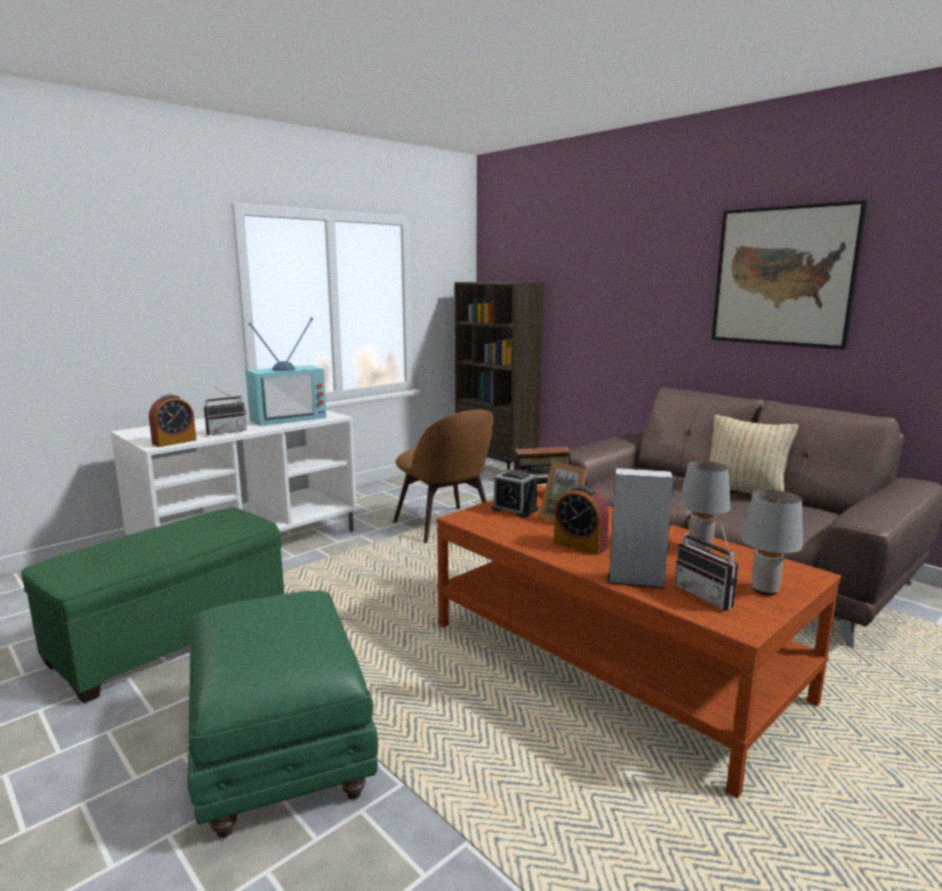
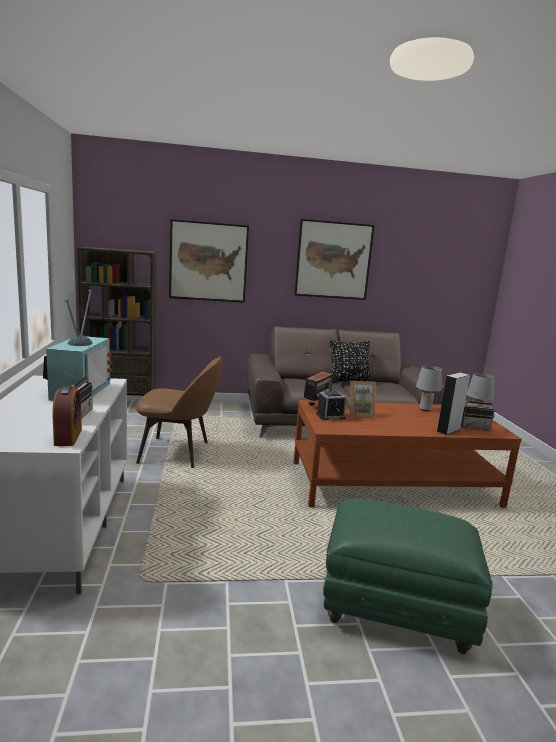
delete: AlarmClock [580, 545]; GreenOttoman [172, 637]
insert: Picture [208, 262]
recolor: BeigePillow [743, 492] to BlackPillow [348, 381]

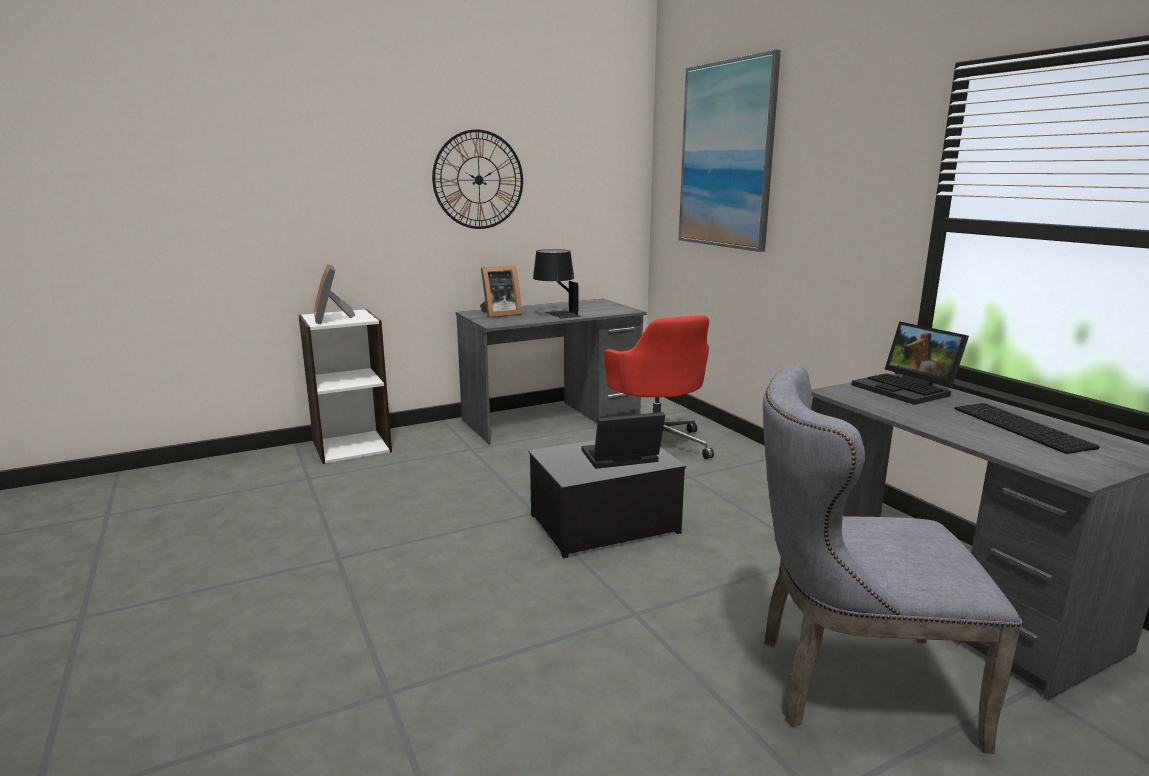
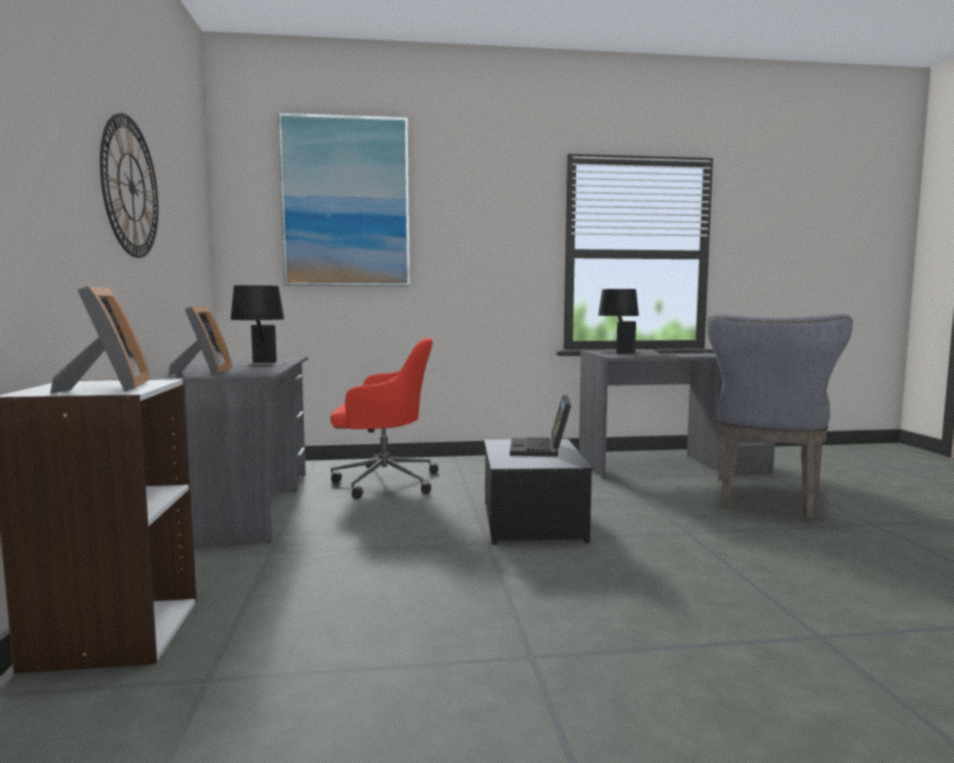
replace: Laptop [907, 389] to BlackTableLamp [618, 352]
rotate: PictureFrame [332, 319] = [108, 388] 105 degrees counterclockwise

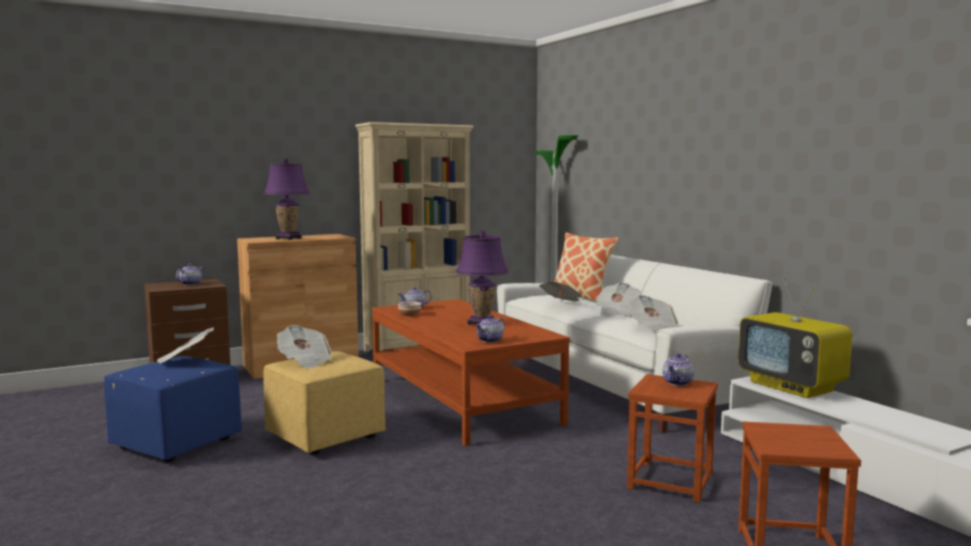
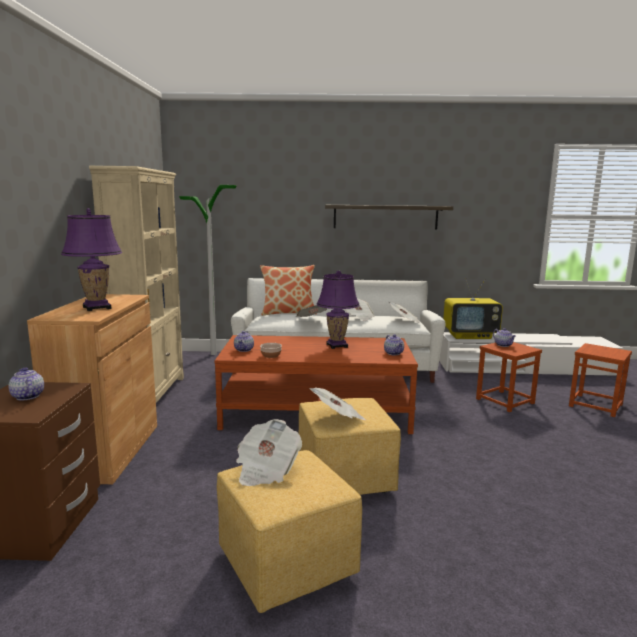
insert: Shelf [385, 217]
recolor: BlueOttoman [176, 443] to YellowOttoman [285, 564]

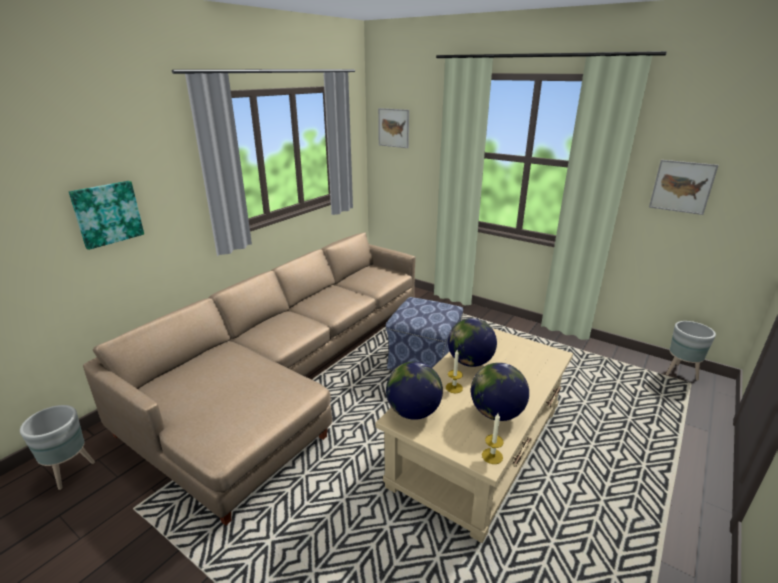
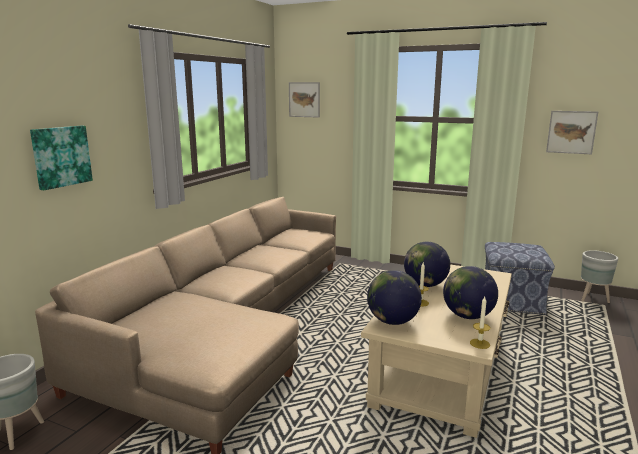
move: Ottoman [423, 362] to [512, 301]

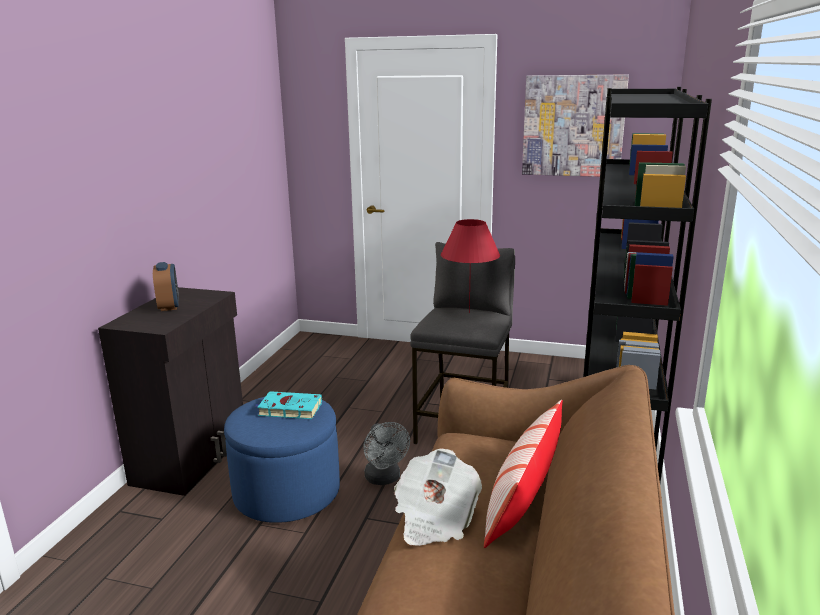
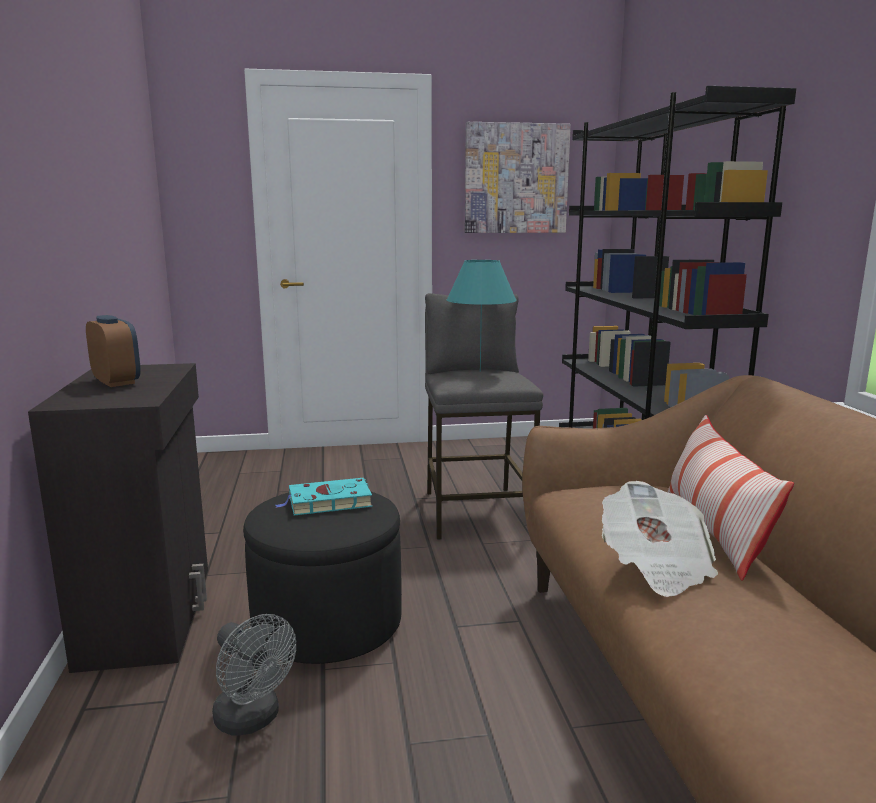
move: GreyFan [384, 479] to [253, 720]
recolor: RedTableLamp [469, 312] to TurquoiseTableLamp [480, 371]; BlueOttoman [287, 492] to BlackOttoman [327, 623]

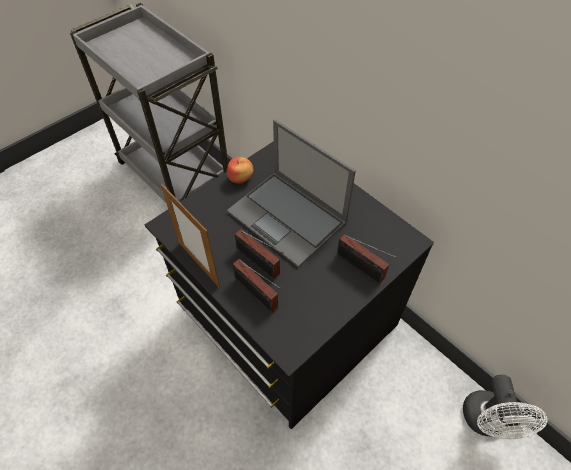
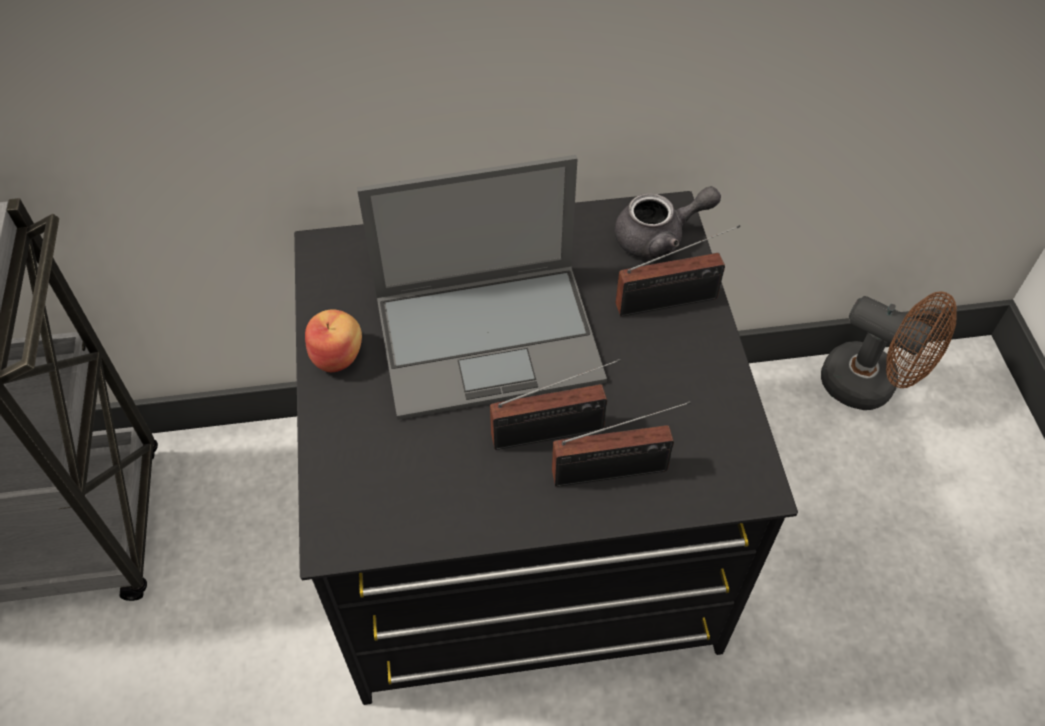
delete: PictureFrame [198, 264]
insert: GreyTeapot [659, 237]
recolor: WhiteFan [486, 422] to BrownFan [870, 386]

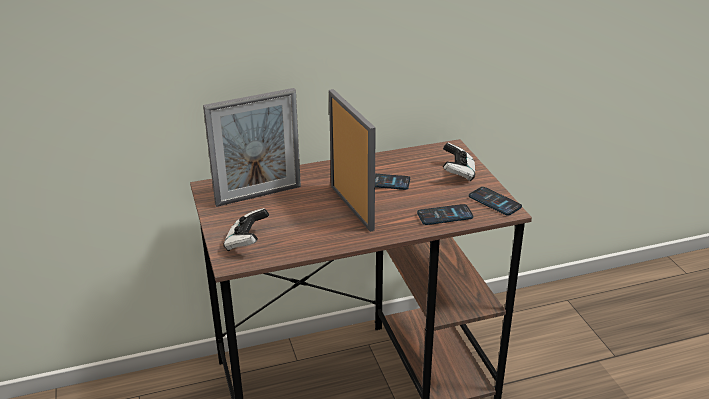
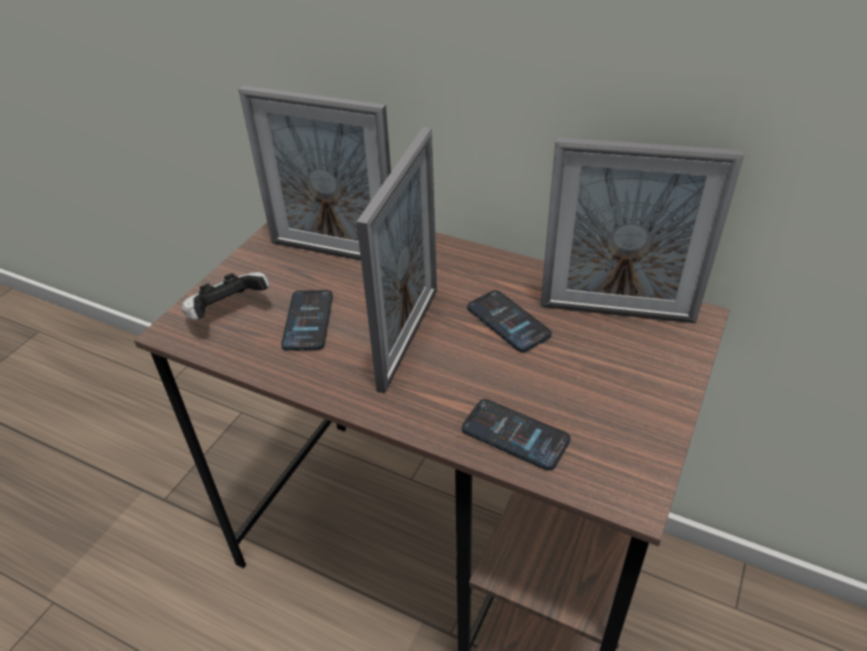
delete: GameController [458, 173]
insert: PictureFrame [616, 312]
move: Phone [494, 202] to [308, 321]

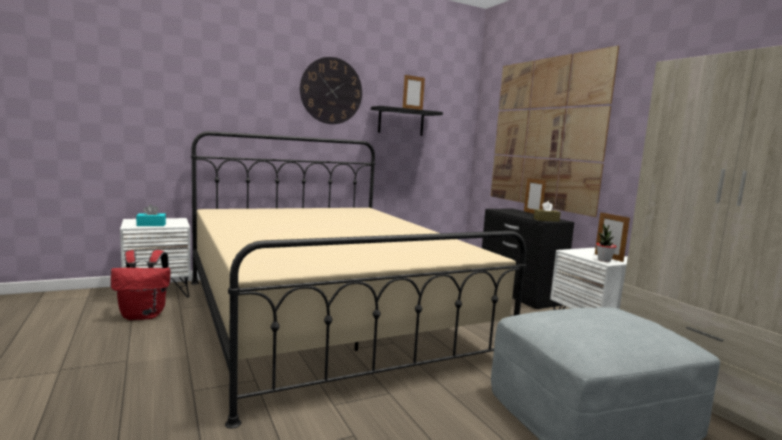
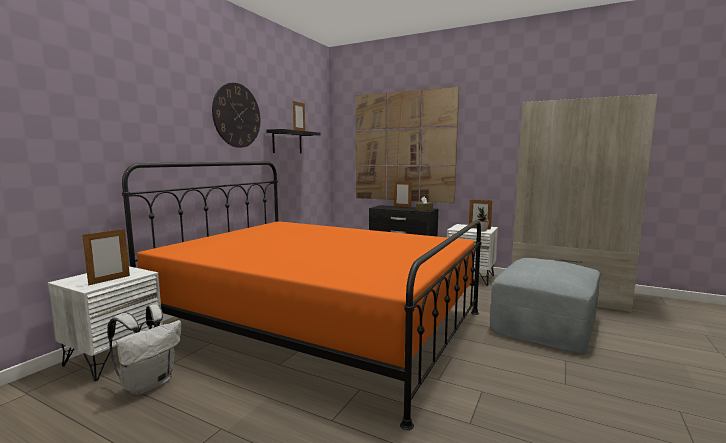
replace: TurquoiseTissueBox [151, 225] to PictureFrame [109, 280]
recolor: BeigeBed [325, 317] to OrangeBed [318, 323]; RedBackpack [144, 315] to WhiteBackpack [148, 384]

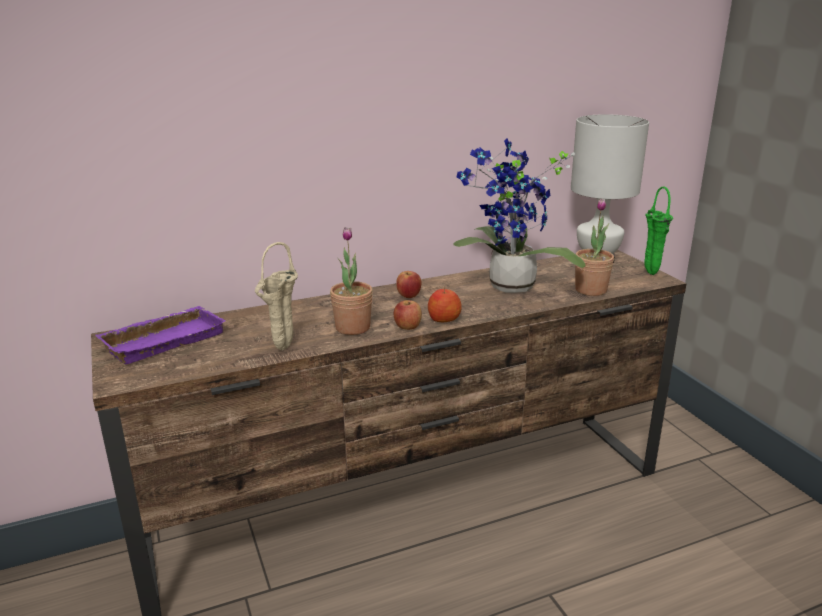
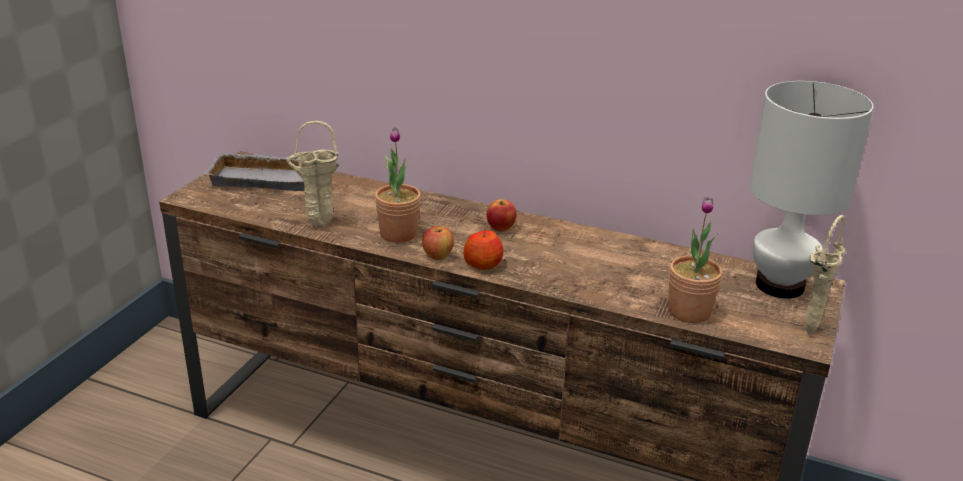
delete: PottedPlant [509, 288]
recolor: GreenVase [649, 272] to BeigeVase [811, 329]; PurpleTray [164, 340] to GreyTray [267, 178]

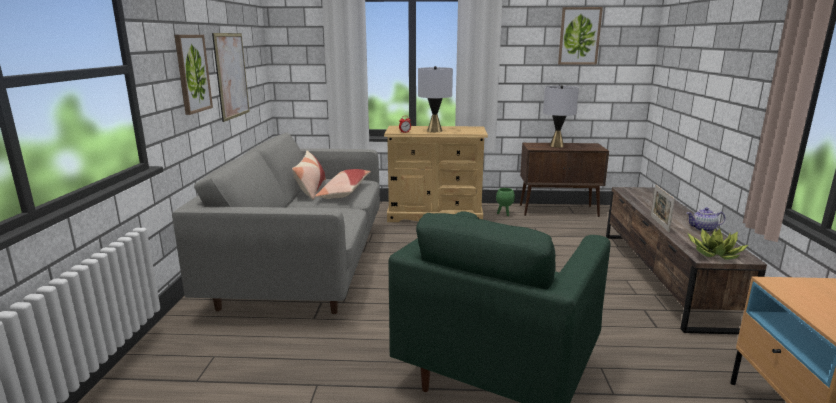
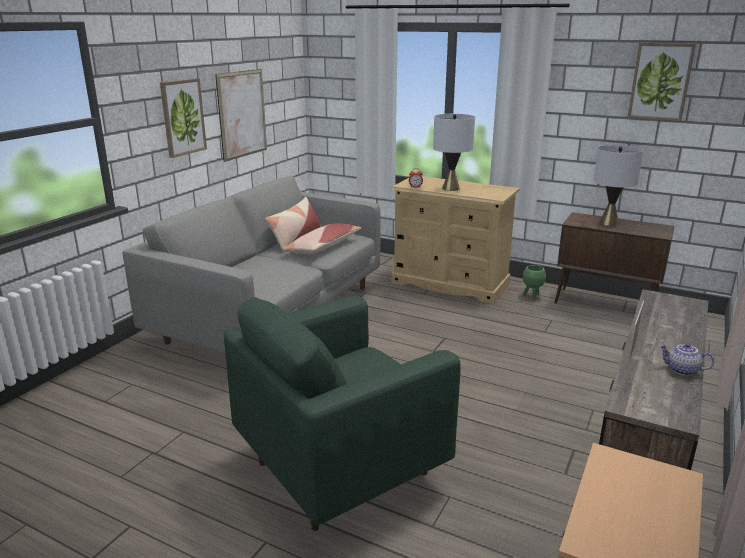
delete: PottedPlant [714, 254]

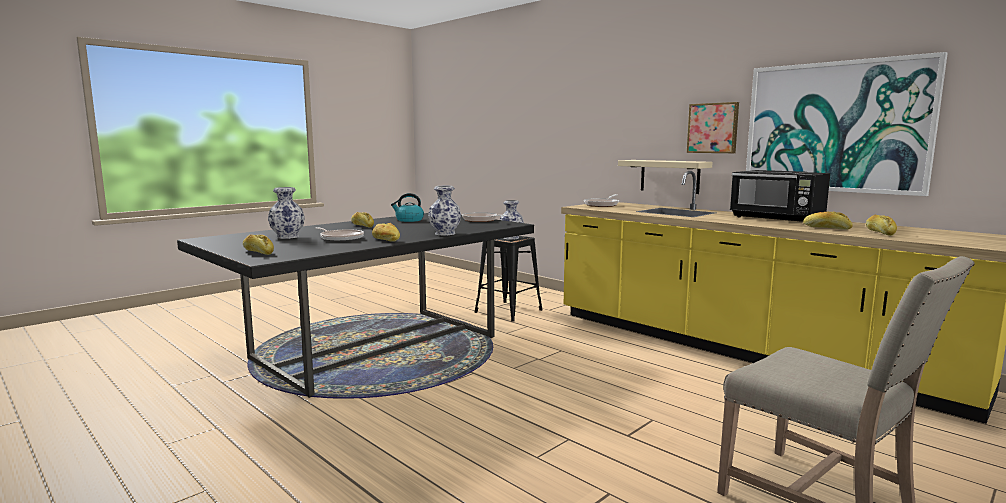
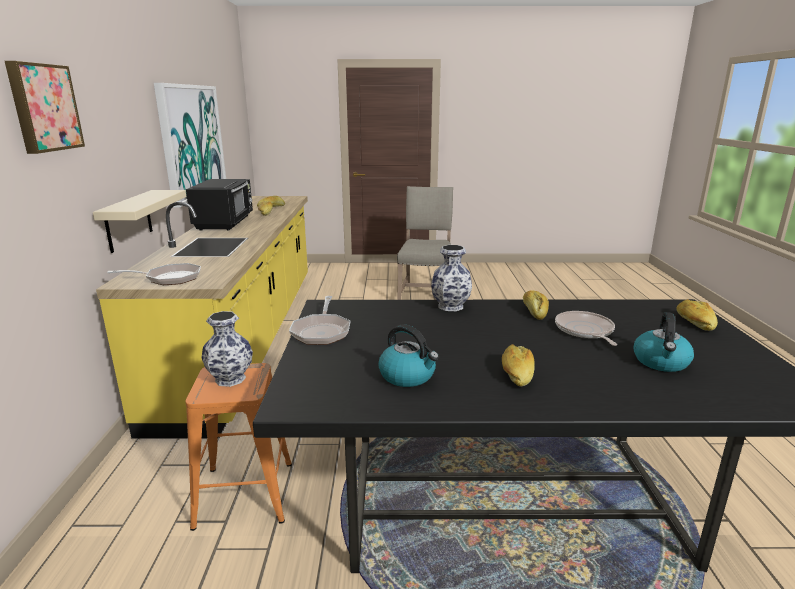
move: Picture [713, 128] to [43, 107]
replace: Vase [287, 237] to Kettle [661, 362]
recolor: BlackStool [509, 311] to OrangeStool [243, 494]

